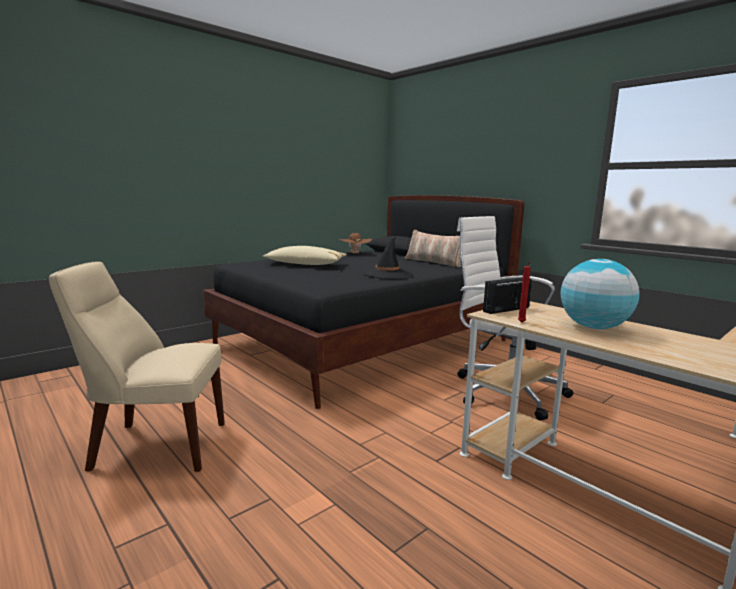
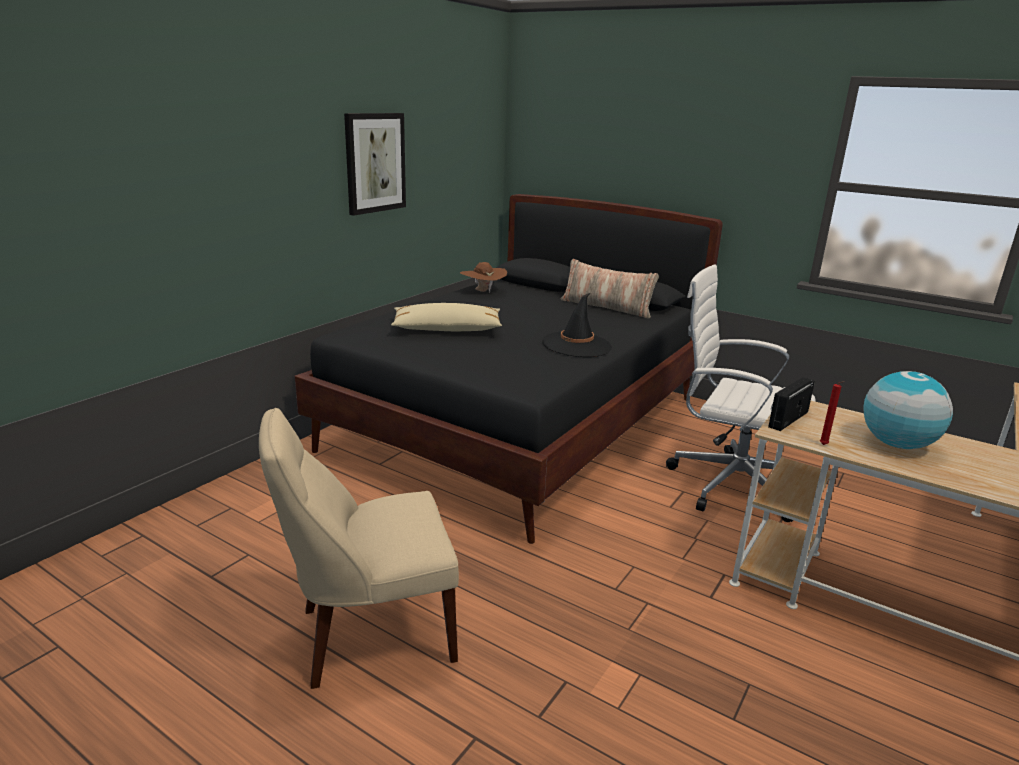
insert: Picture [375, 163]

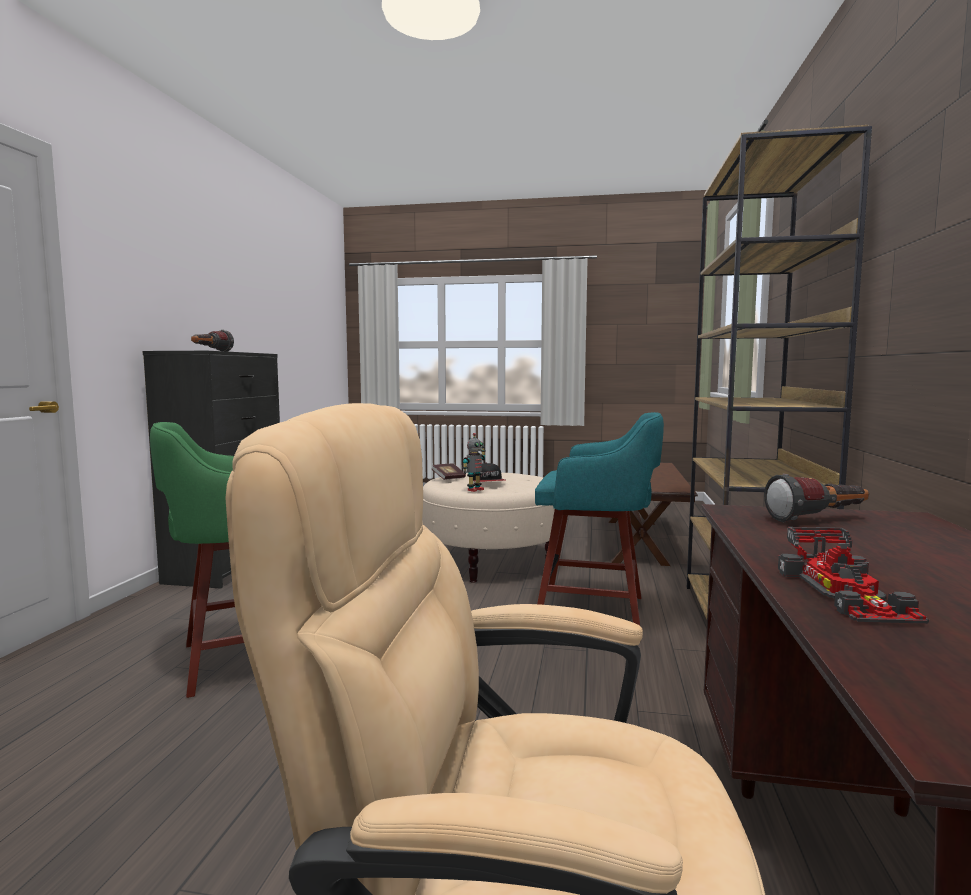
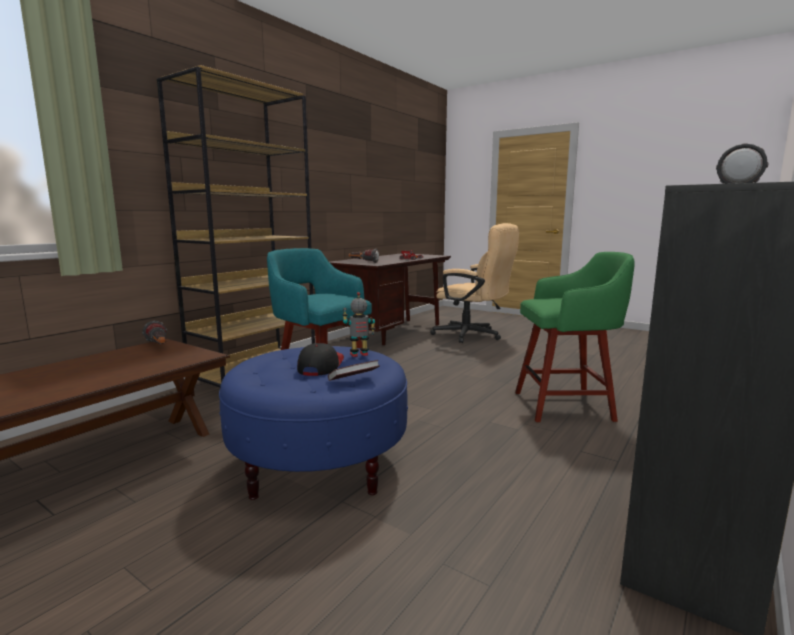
insert: Flashlight [159, 346]
recolor: BeigeOttoman [491, 561] to BlueOttoman [318, 464]

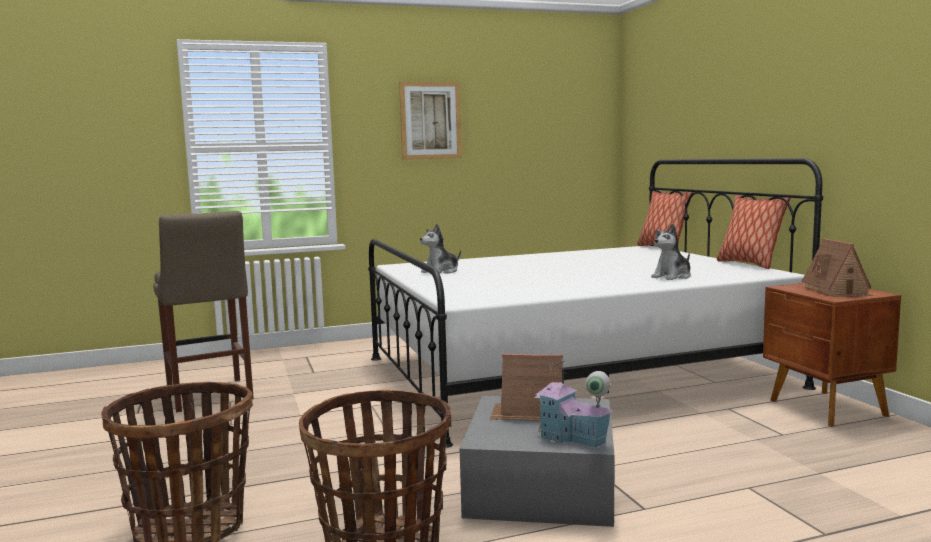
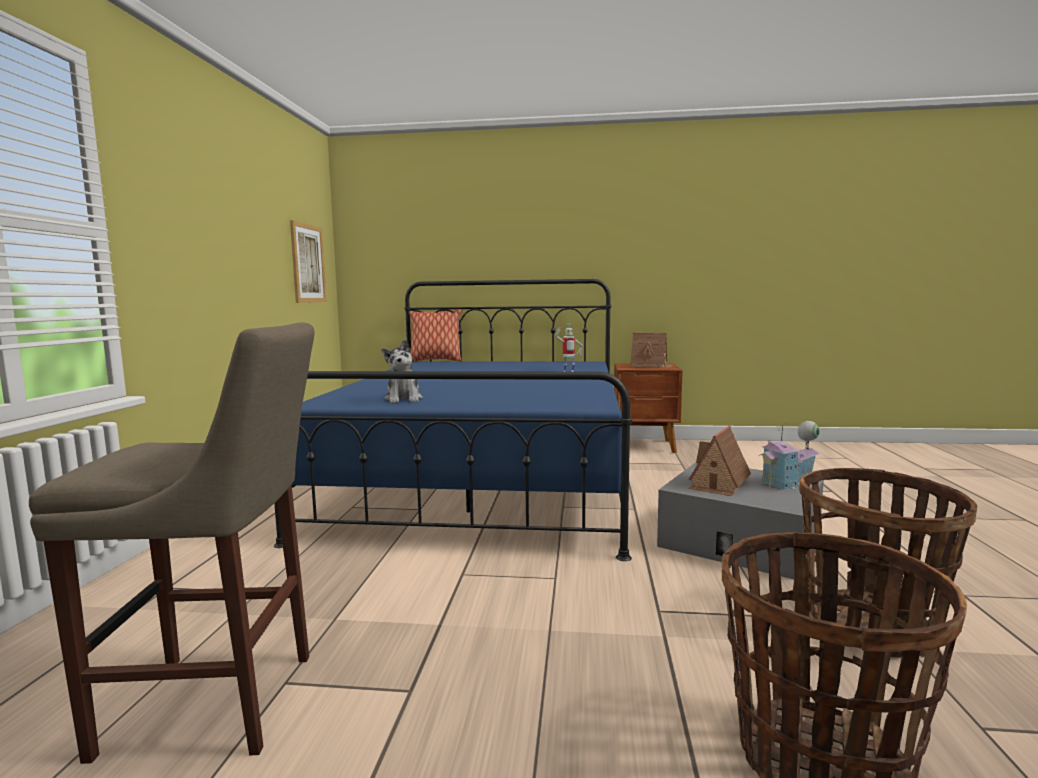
delete: Pillow [749, 264]
move: Picture [430, 120] to [308, 263]
replace: PlushToy [672, 276] to ToyRobot [568, 371]
recolor: WhiteBed [572, 372] to BlueBed [485, 479]

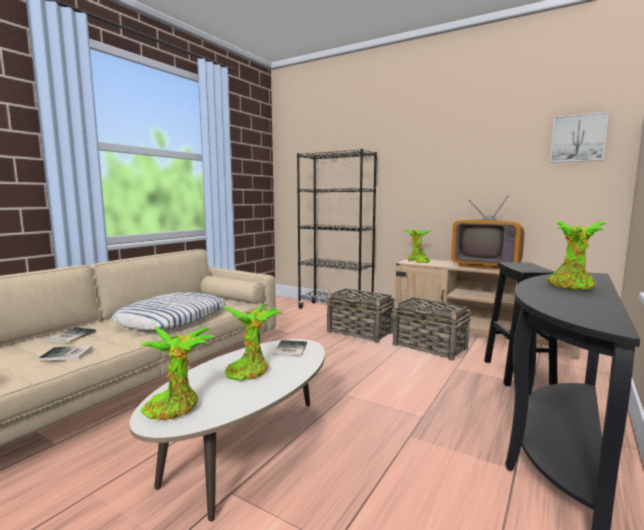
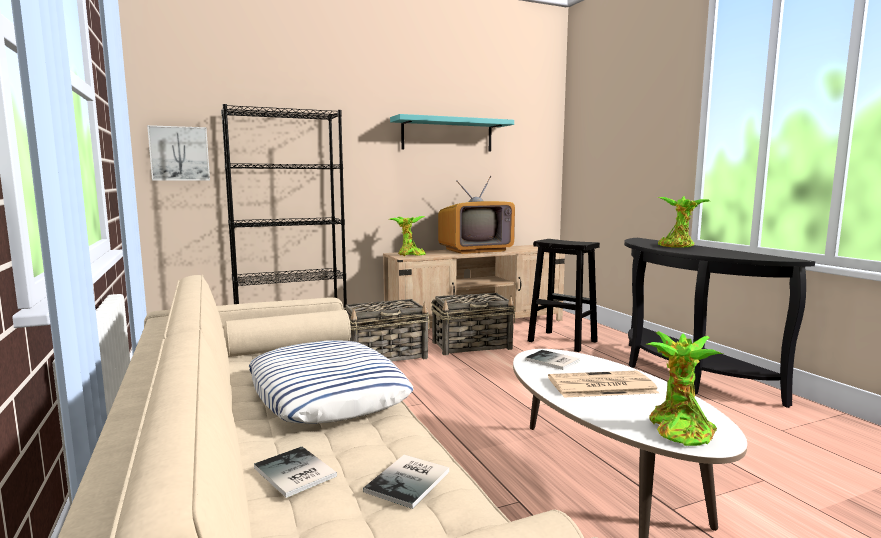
insert: TurquoiseShelf [447, 135]
move: Picture [578, 138] to [179, 153]
replace: PottedPlant [249, 371] to Newspaper [600, 386]

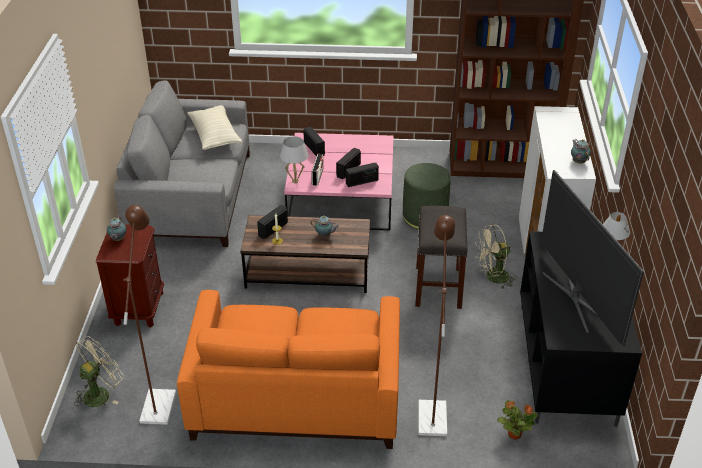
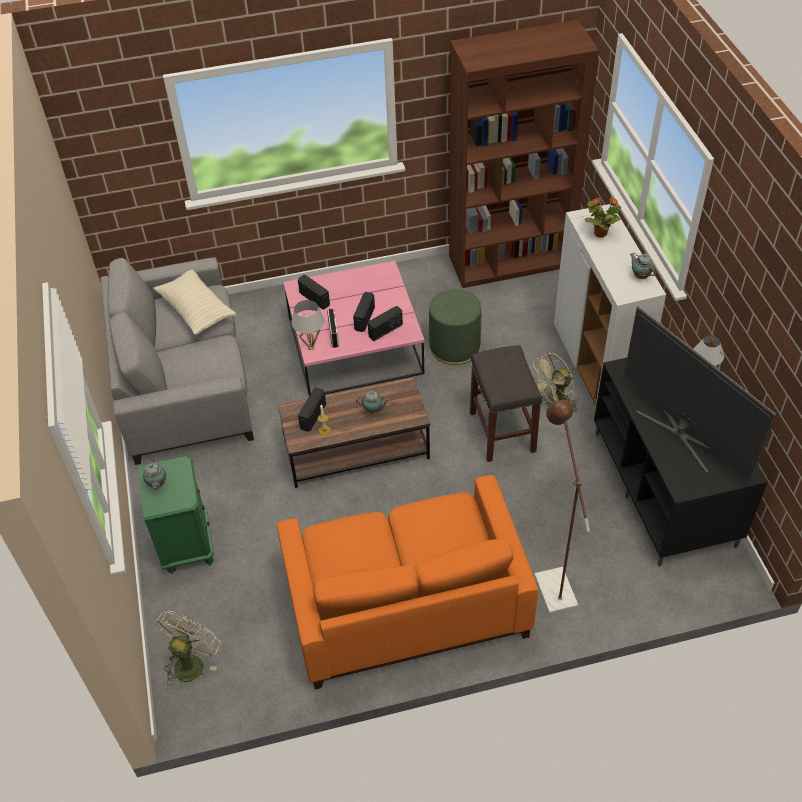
delete: BrownFloorLamp [159, 400]
move: PottedPlant [514, 434] to [599, 233]
recolor: BrownNightstand [139, 308] to GreenNightstand [187, 544]

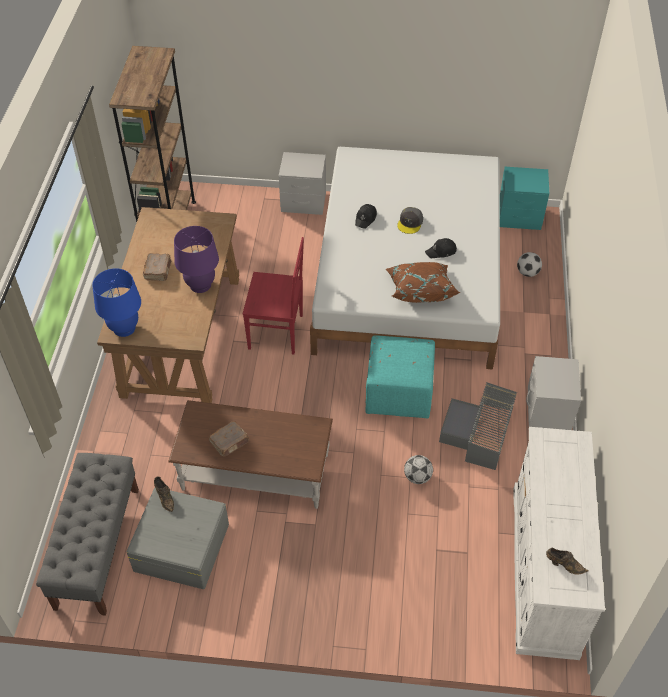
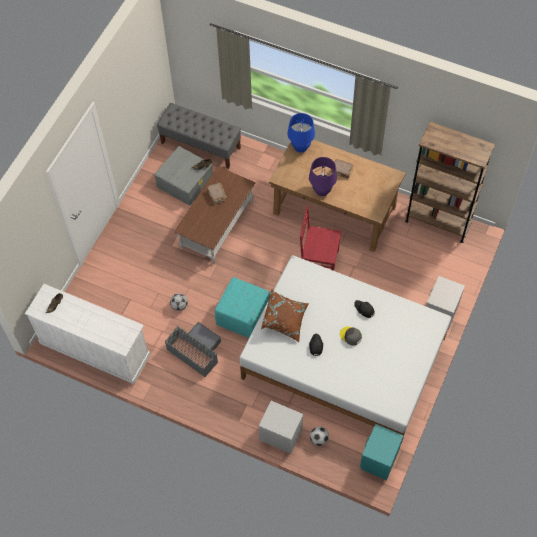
move: GreyNightstand [547, 413] to [281, 434]
rotate: RedChair [277, 332] = [318, 263] 75 degrees clockwise

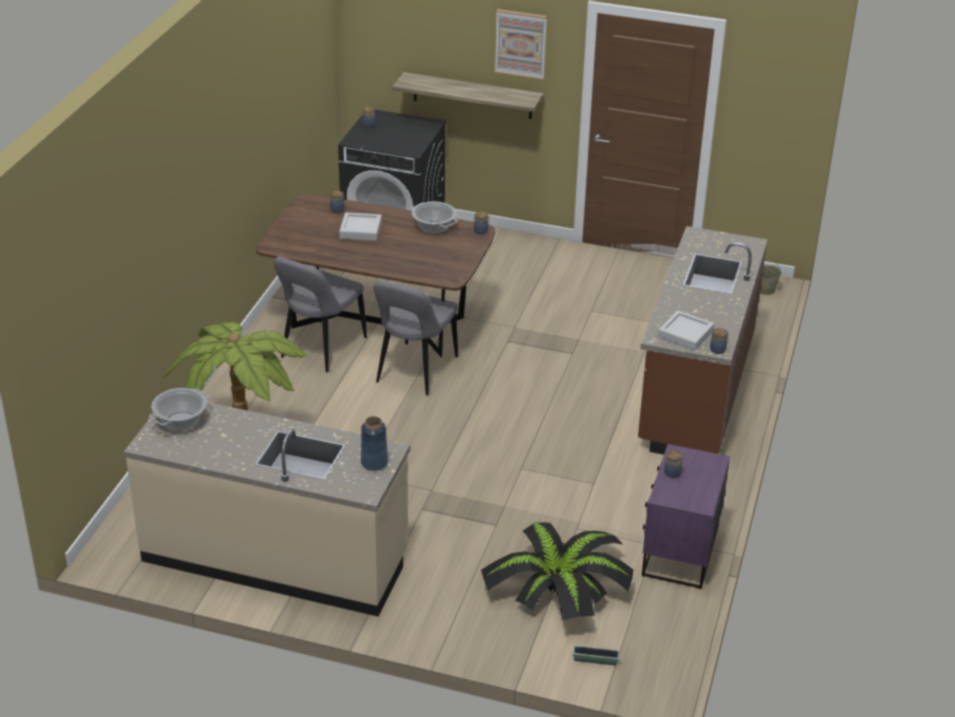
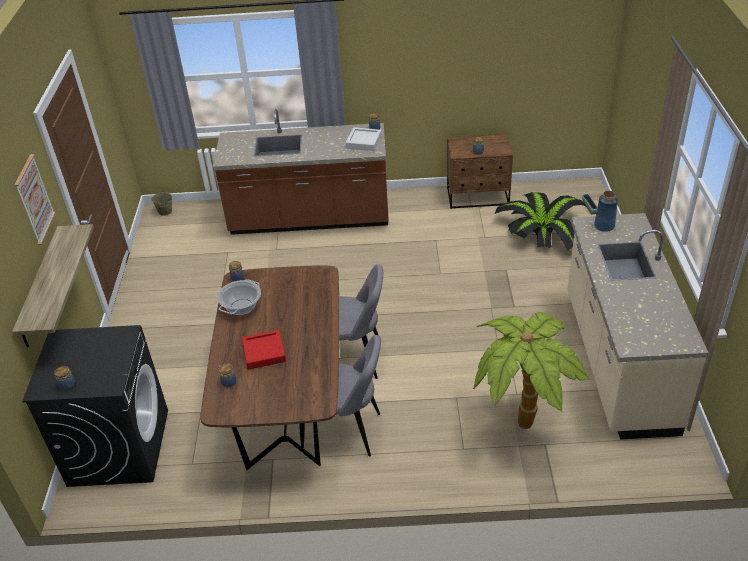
delete: CookingPot [181, 421]
recolor: GreyTray [360, 230] to RedTray [264, 352]; PurpleNightstand [679, 552] to BrownNightstand [478, 197]

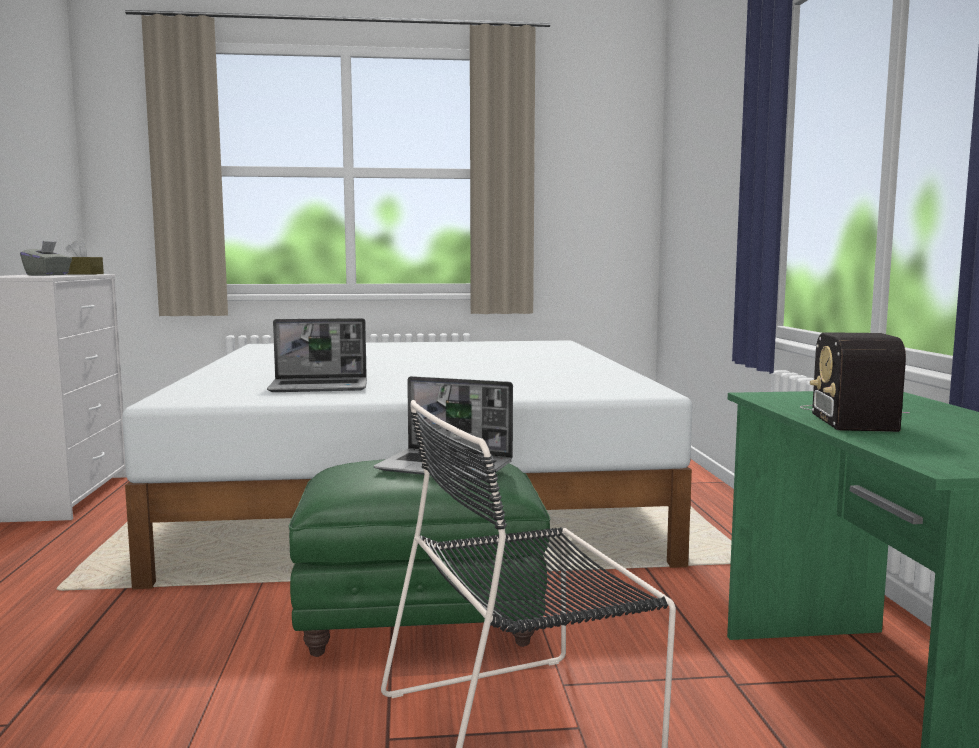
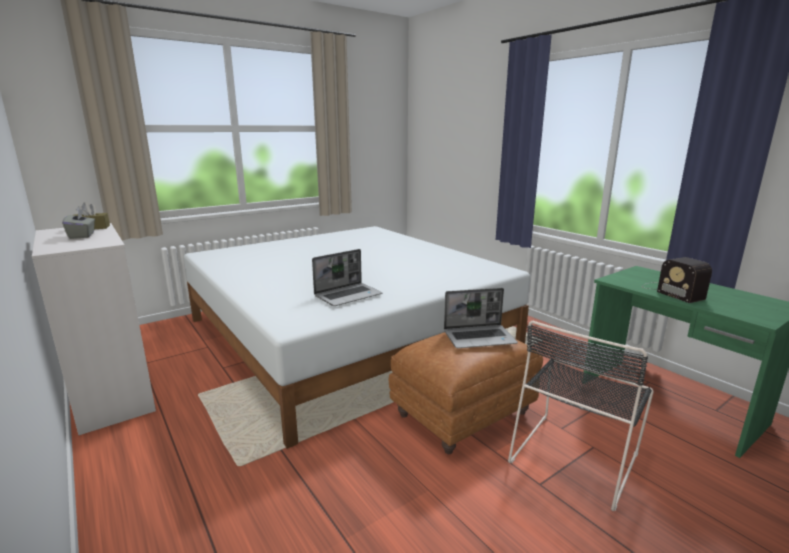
recolor: GreenOttoman [423, 619] to BrownOttoman [463, 414]

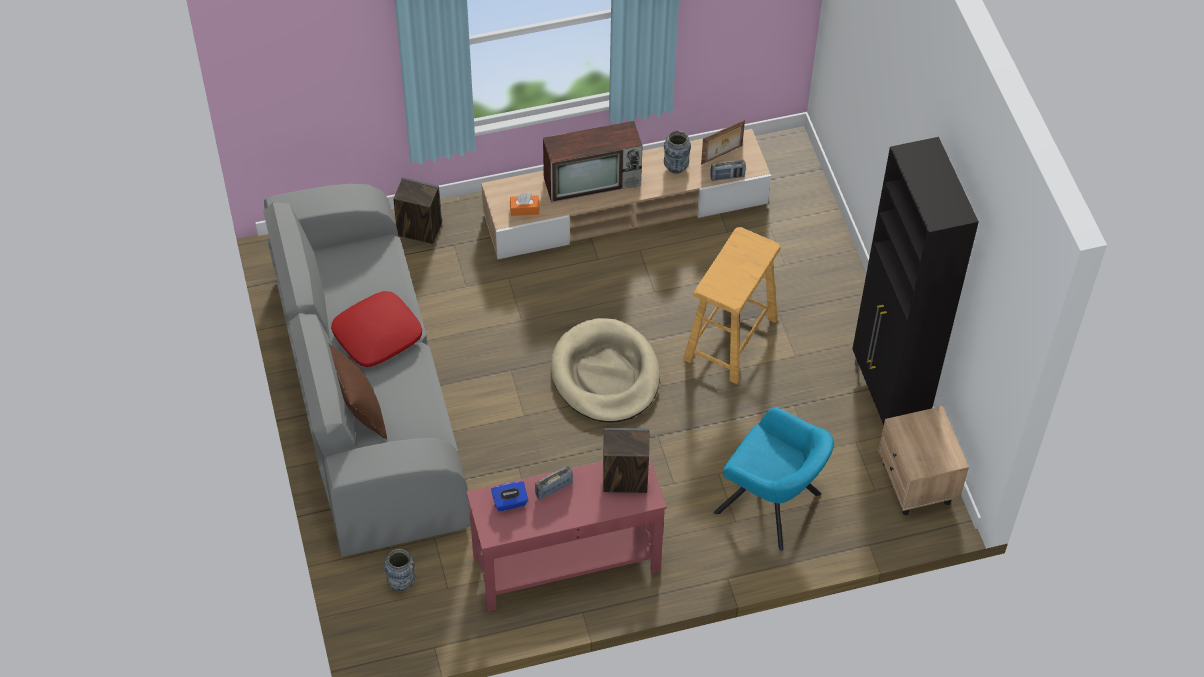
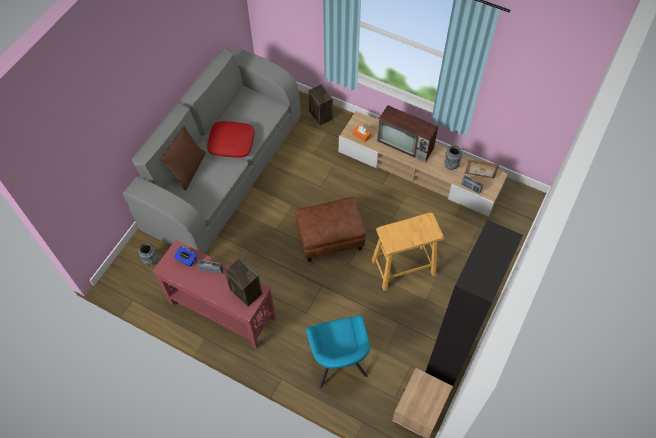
replace: BeigeDogBed [605, 374] to BrownOttoman [330, 239]

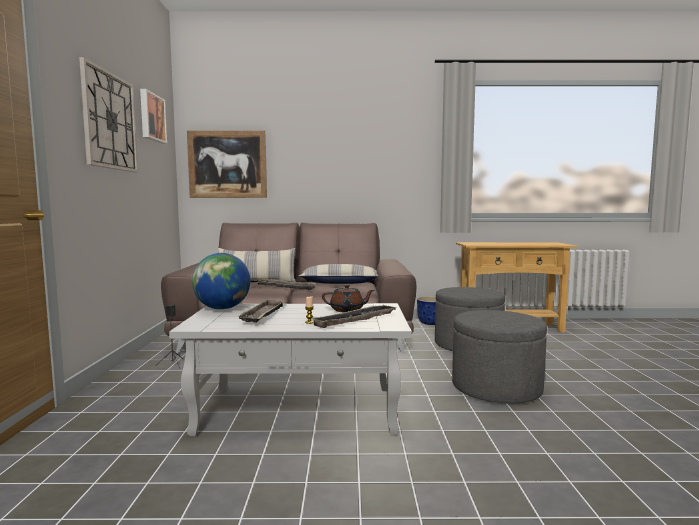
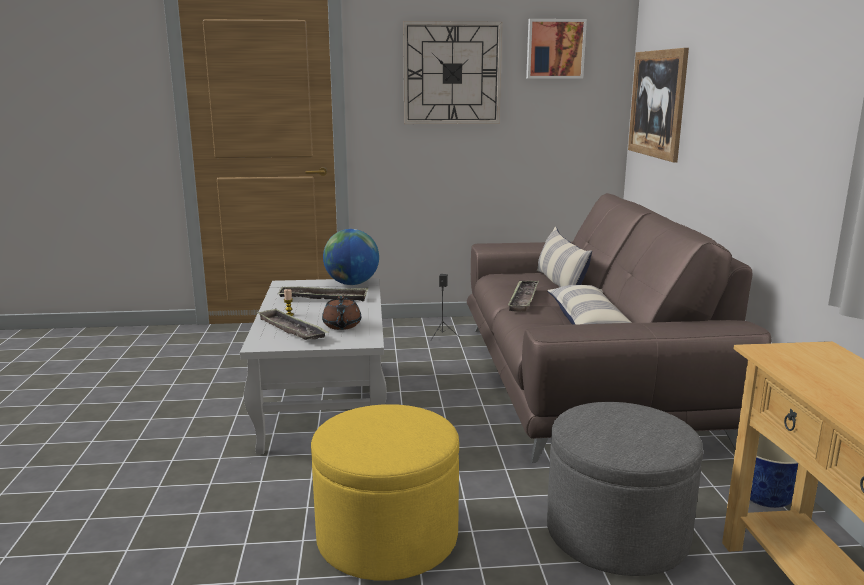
recolor: GreyOttoman [496, 387] to YellowOttoman [387, 537]

